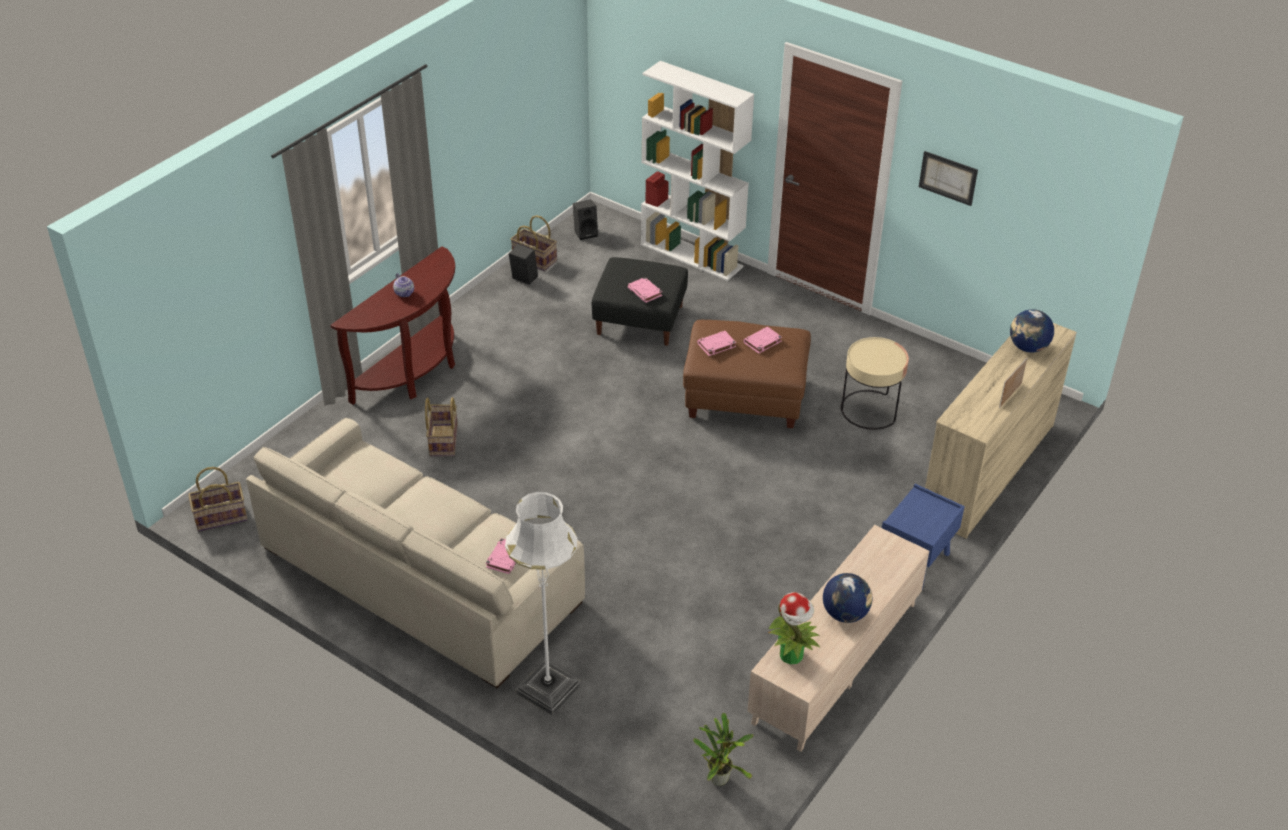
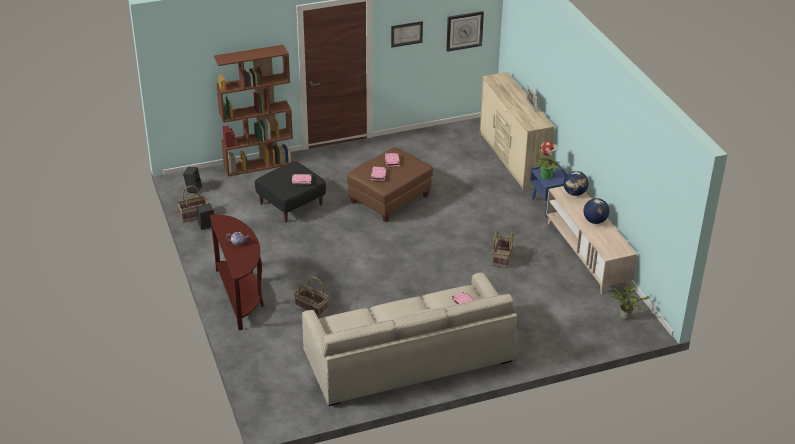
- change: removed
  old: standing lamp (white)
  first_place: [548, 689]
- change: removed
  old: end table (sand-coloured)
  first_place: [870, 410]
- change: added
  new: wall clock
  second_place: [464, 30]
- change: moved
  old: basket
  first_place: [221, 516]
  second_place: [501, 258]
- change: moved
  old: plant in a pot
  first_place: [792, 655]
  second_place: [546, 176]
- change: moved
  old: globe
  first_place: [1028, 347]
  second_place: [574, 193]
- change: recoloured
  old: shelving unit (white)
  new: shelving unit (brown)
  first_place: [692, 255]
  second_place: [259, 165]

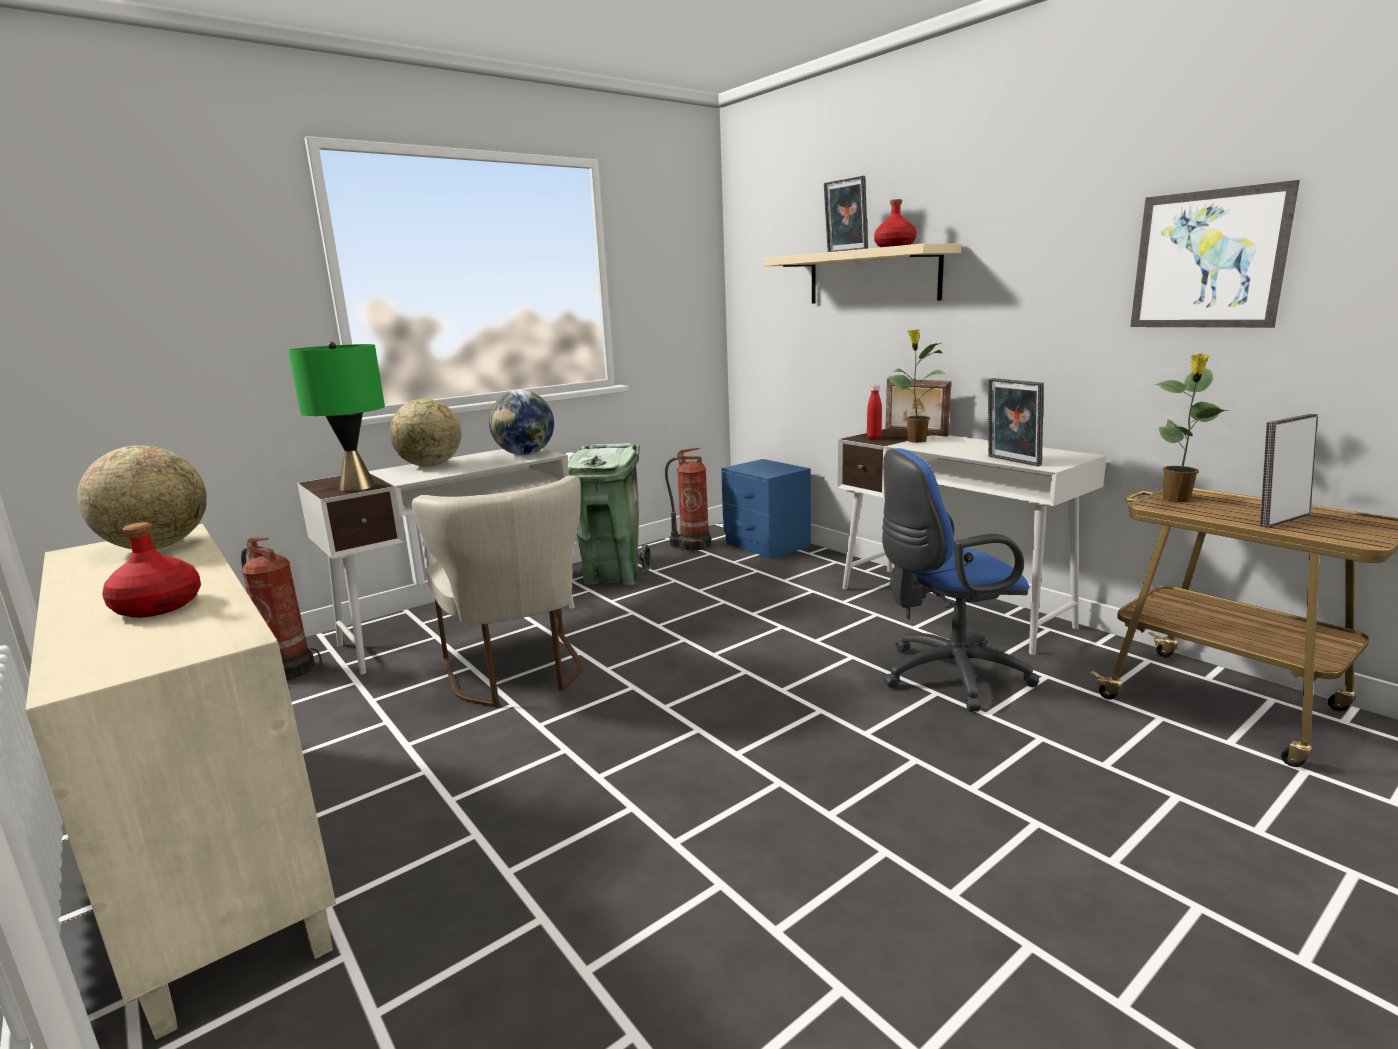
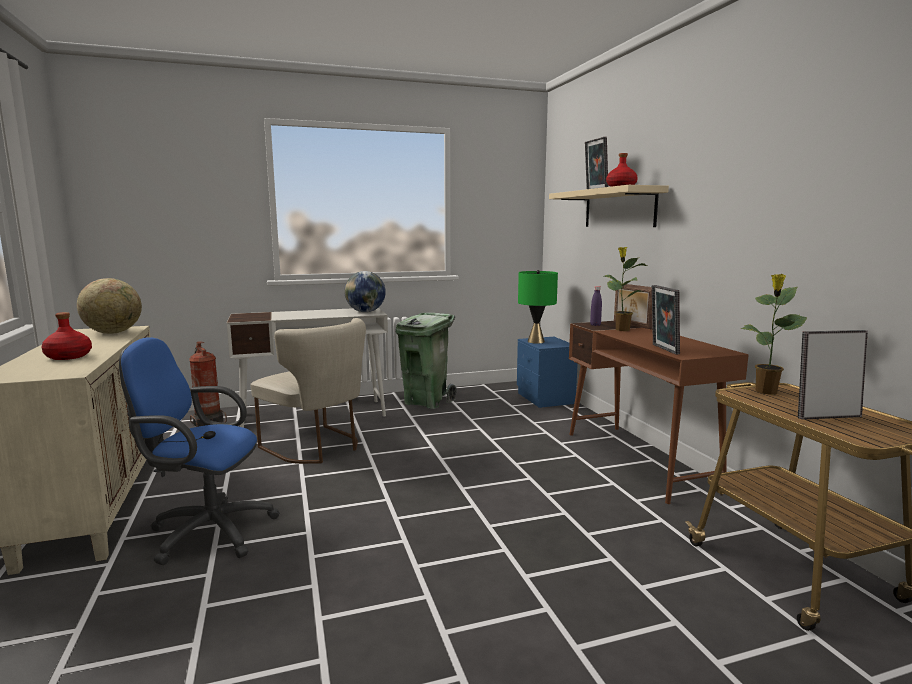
- change: removed
  old: globe
  first_place: [431, 465]
- change: removed
  old: fire extinguisher
  first_place: [693, 545]
- change: removed
  old: wall picture
  first_place: [1208, 260]
- change: moved
  old: table lamp (greenish)
  first_place: [356, 487]
  second_place: [535, 341]
- change: moved
  old: computer chair (blue-coloured)
  first_place: [946, 676]
  second_place: [206, 532]
- change: recoloured
  old: desk (white)
  new: desk (brown)
  first_place: [952, 607]
  second_place: [639, 460]
- change: recoloured
  old: beverage bottle (red)
  new: beverage bottle (purple-coloured)
  first_place: [873, 438]
  second_place: [595, 325]
- change: turned
  old: plain chair (sand-coloured)
  first_place: [518, 674]
  second_place: [318, 447]
  degrees: -45

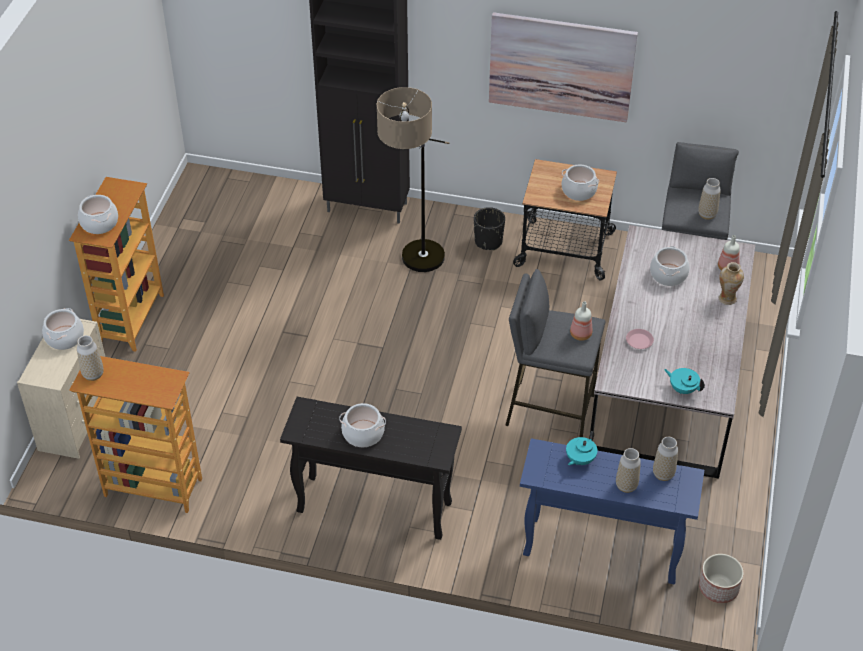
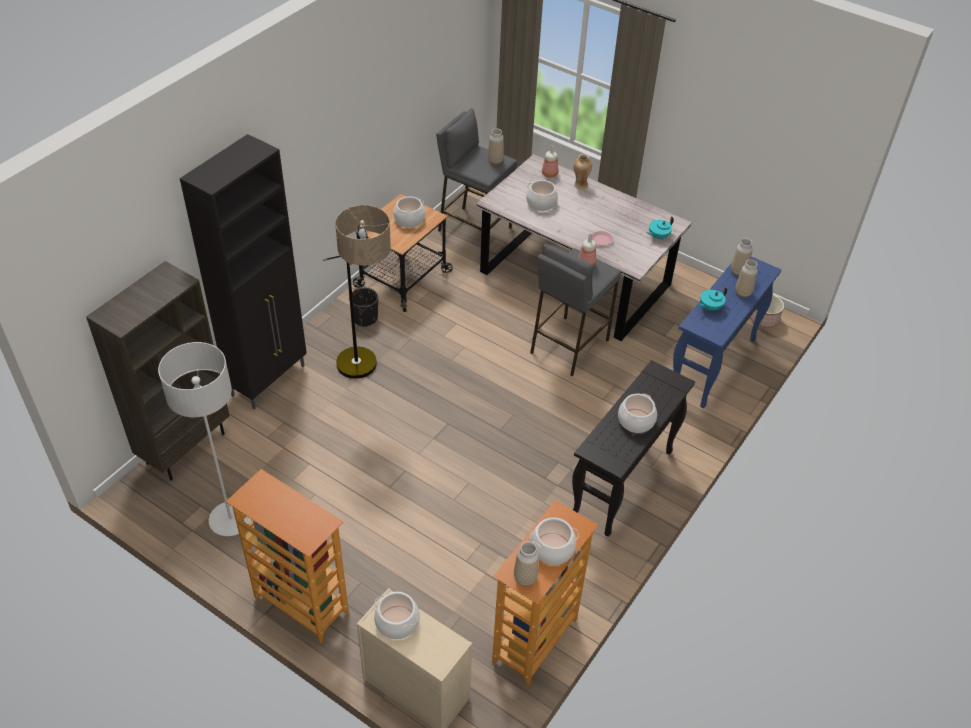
- change: removed
  old: wall picture
  first_place: [561, 66]
- change: added
  new: shelving unit (brown)
  second_place: [185, 447]
- change: added
  new: standing lamp (gray)
  second_place: [230, 520]
- change: moved
  old: cooking pot
  first_place: [99, 223]
  second_place: [552, 549]
- change: turned
  old: tea pot (turquoise)
  first_place: [579, 459]
  second_place: [710, 307]
  degrees: 90

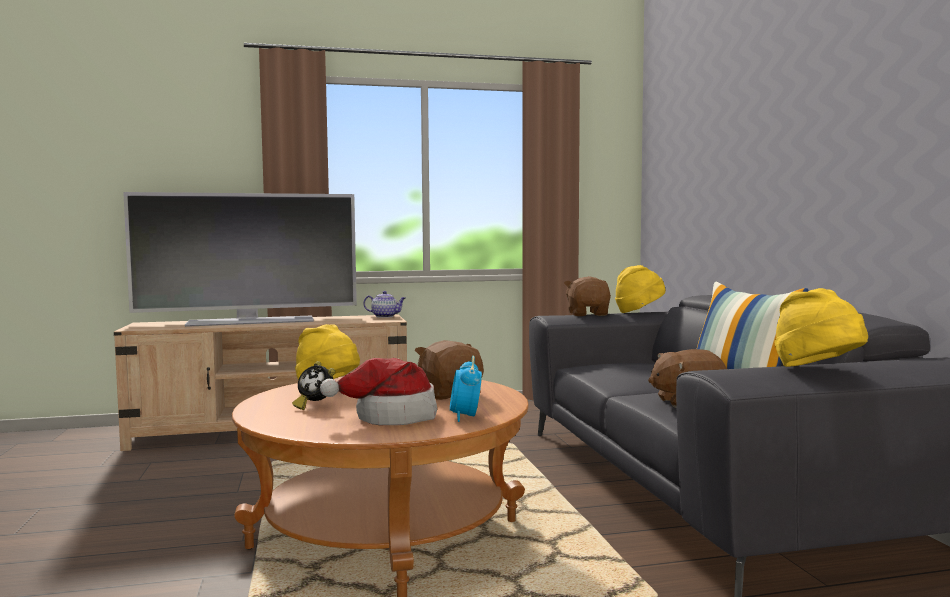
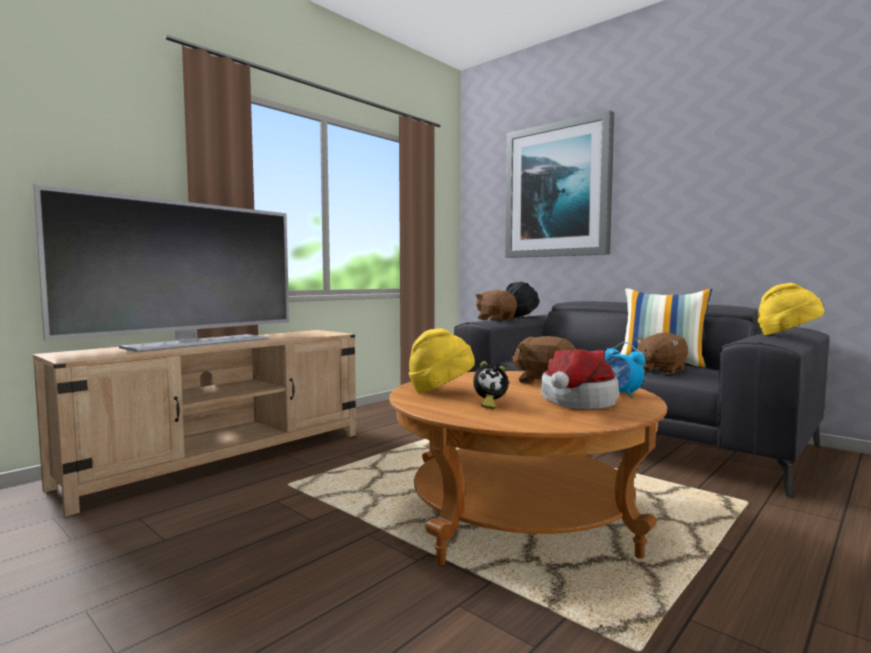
- change: removed
  old: tea pot
  first_place: [385, 316]
- change: added
  new: wall picture
  second_place: [558, 191]
- change: recoloured
  old: clothing hat (yellow-coloured)
  new: clothing hat (blackish)
  first_place: [639, 312]
  second_place: [520, 317]

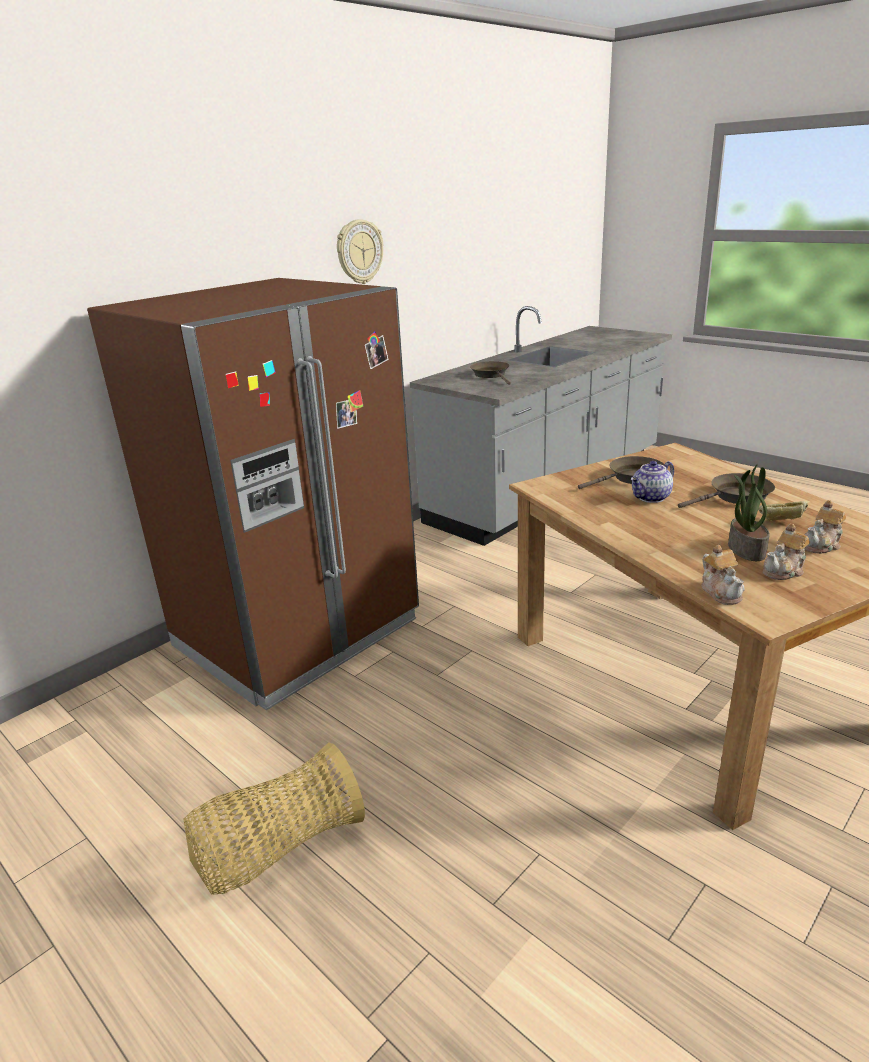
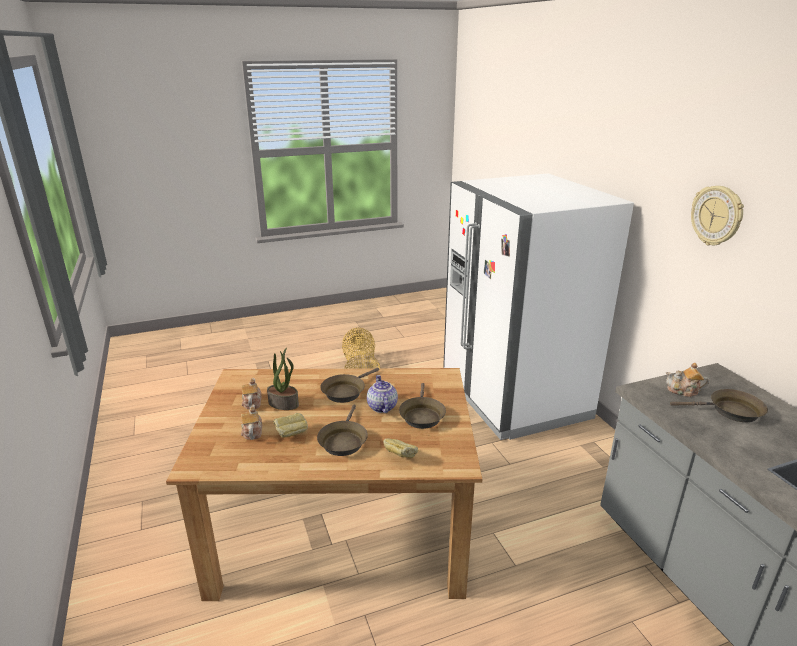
- change: added
  new: skillet (brown)
  second_place: [345, 391]
- change: added
  new: baked bread
  second_place: [400, 457]
- change: moved
  old: tea pot
  first_place: [721, 592]
  second_place: [683, 391]
- change: recoloured
  old: kitchen fridge (brown)
  new: kitchen fridge (white)
  first_place: [298, 633]
  second_place: [514, 397]

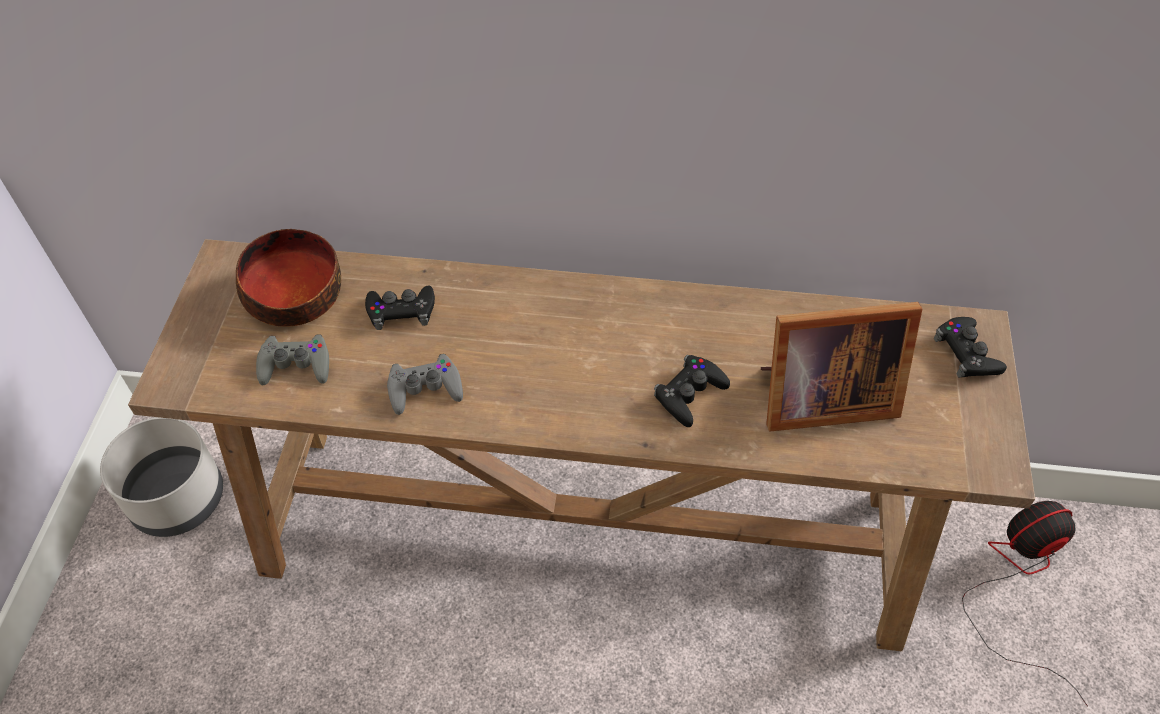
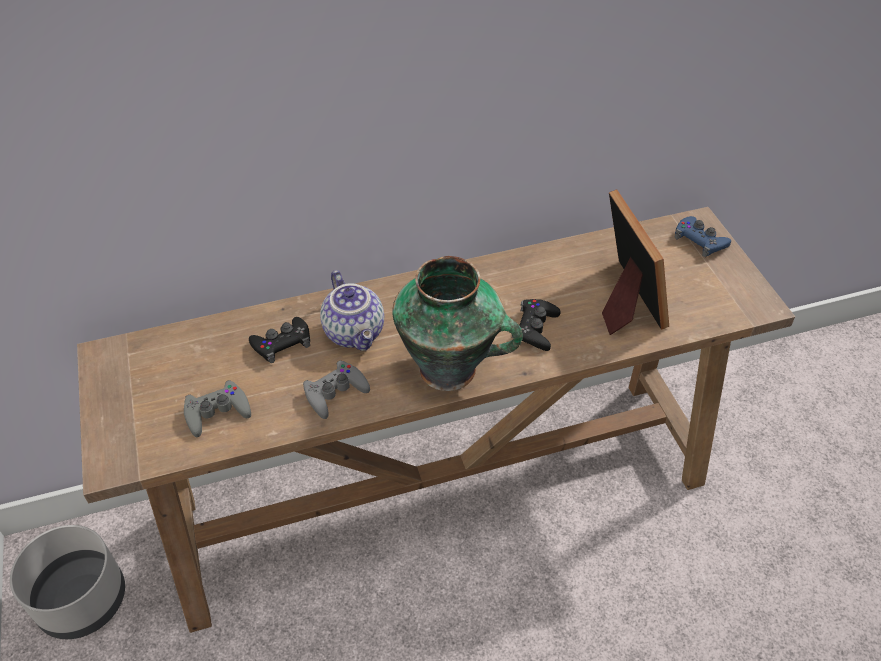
- change: removed
  old: deep dish
  first_place: [294, 294]
- change: removed
  old: cooling fan
  first_place: [1019, 581]
- change: added
  new: tea pot
  second_place: [356, 332]
- change: added
  new: vase
  second_place: [451, 370]
- change: recoloured
  old: joypad (blackish)
  new: joypad (blue-coloured)
  first_place: [966, 353]
  second_place: [700, 241]
- change: turned
  old: picture frame
  first_place: [819, 398]
  second_place: [624, 301]
  degrees: -75

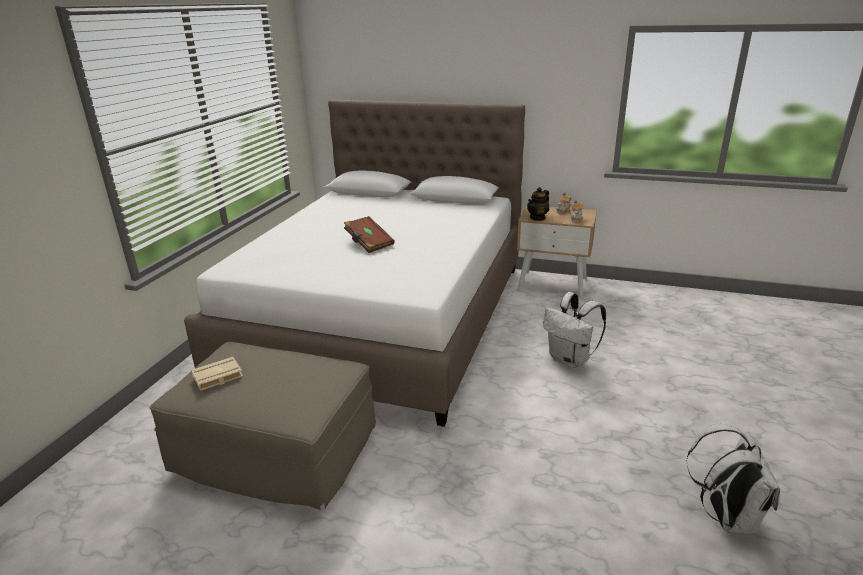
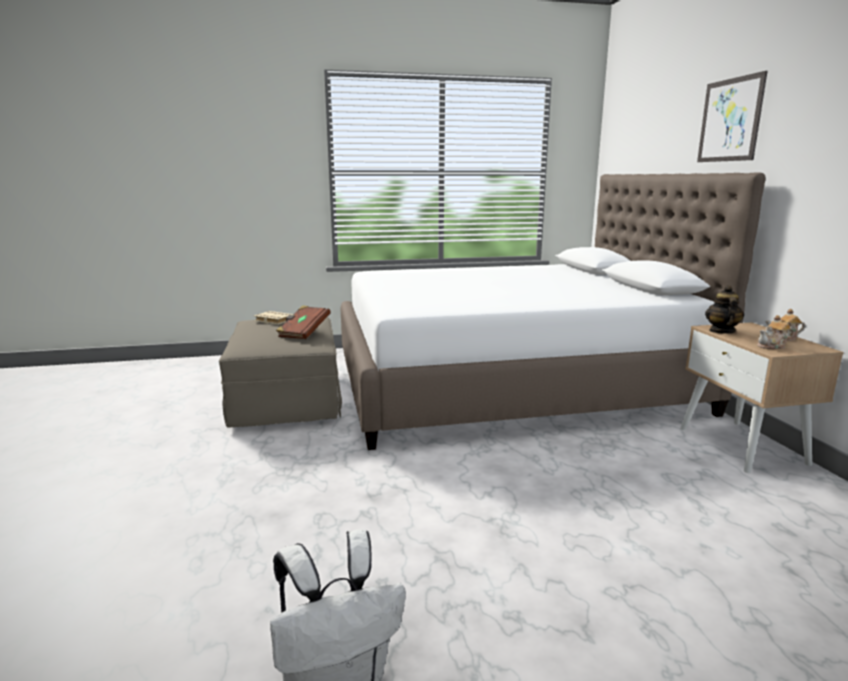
- change: removed
  old: knapsack (white)
  first_place: [570, 359]
- change: added
  new: wall picture
  second_place: [730, 120]
- change: moved
  old: bound book (brown)
  first_place: [368, 243]
  second_place: [303, 332]
- change: turned
  old: tea pot
  first_place: [537, 218]
  second_place: [721, 331]
  degrees: 90

